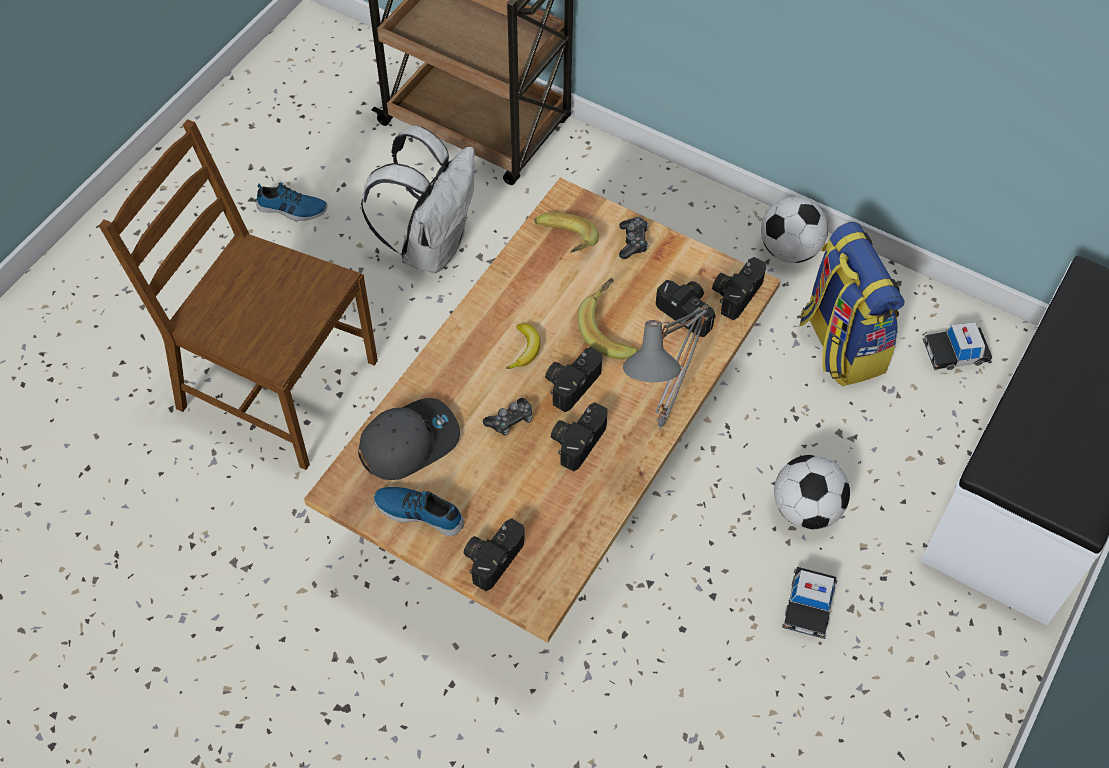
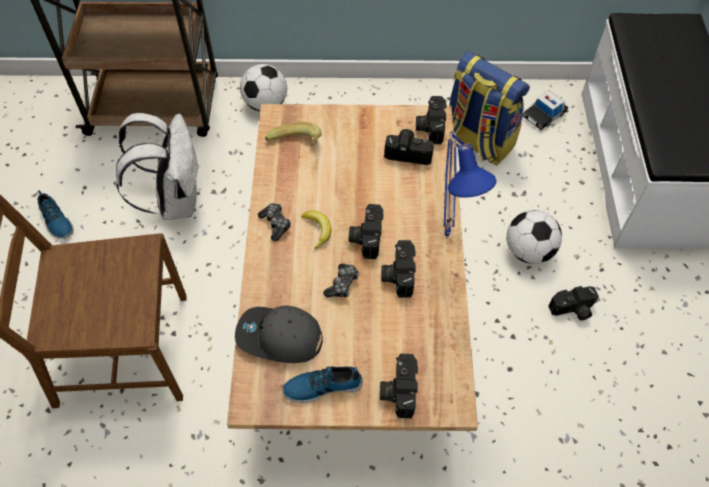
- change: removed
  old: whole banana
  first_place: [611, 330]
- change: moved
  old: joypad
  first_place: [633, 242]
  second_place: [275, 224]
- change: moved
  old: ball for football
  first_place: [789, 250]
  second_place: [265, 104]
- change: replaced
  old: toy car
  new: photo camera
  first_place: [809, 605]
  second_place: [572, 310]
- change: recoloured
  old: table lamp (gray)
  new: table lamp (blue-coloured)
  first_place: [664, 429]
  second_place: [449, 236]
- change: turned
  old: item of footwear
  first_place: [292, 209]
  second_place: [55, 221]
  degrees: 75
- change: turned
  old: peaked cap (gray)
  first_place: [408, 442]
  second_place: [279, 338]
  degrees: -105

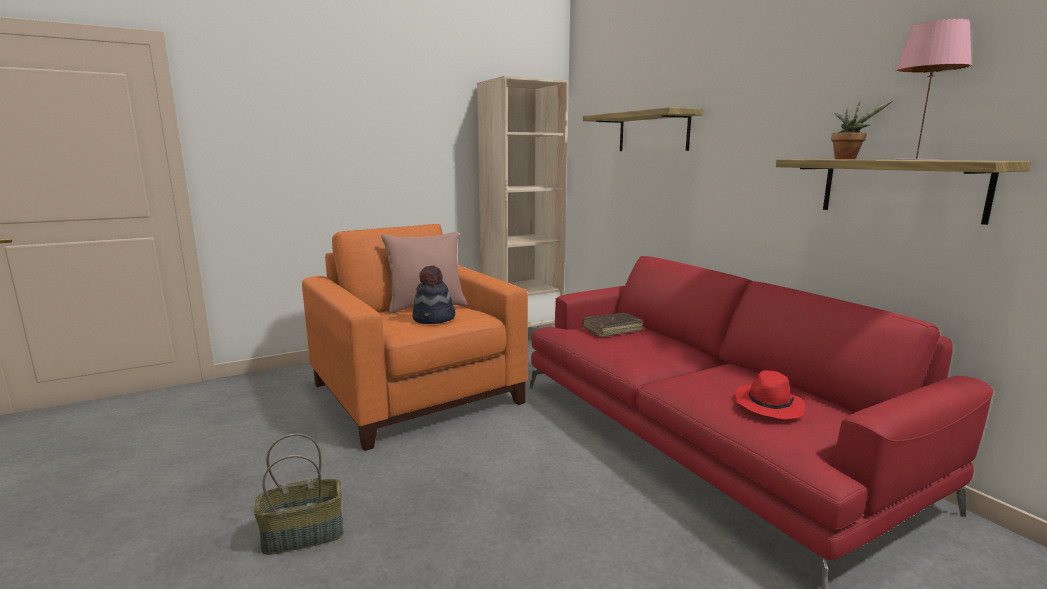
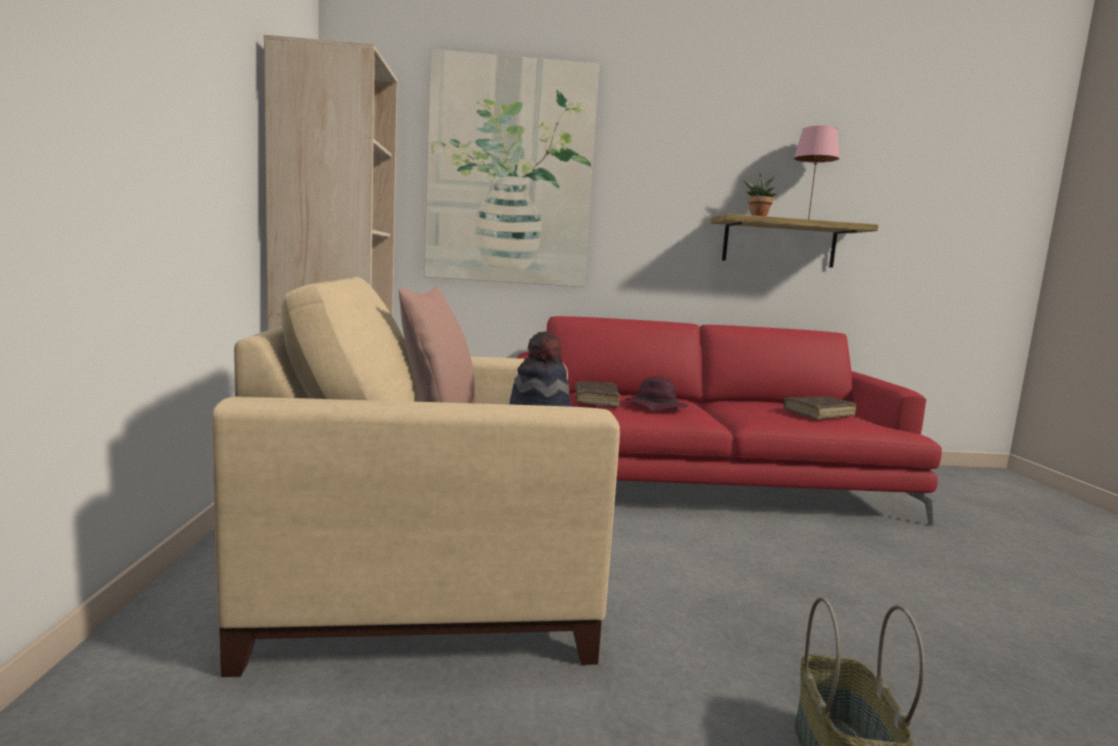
- change: added
  new: clothing hat (purple-coloured)
  second_place: [654, 407]
- change: replaced
  old: shelf
  new: wall picture
  first_place: [653, 132]
  second_place: [510, 173]
- change: replaced
  old: clothing hat (red)
  new: bound book (brown)
  first_place: [767, 406]
  second_place: [818, 414]
- change: recoloured
  old: armchair (orange-coloured)
  new: armchair (sand-coloured)
  first_place: [418, 394]
  second_place: [434, 579]

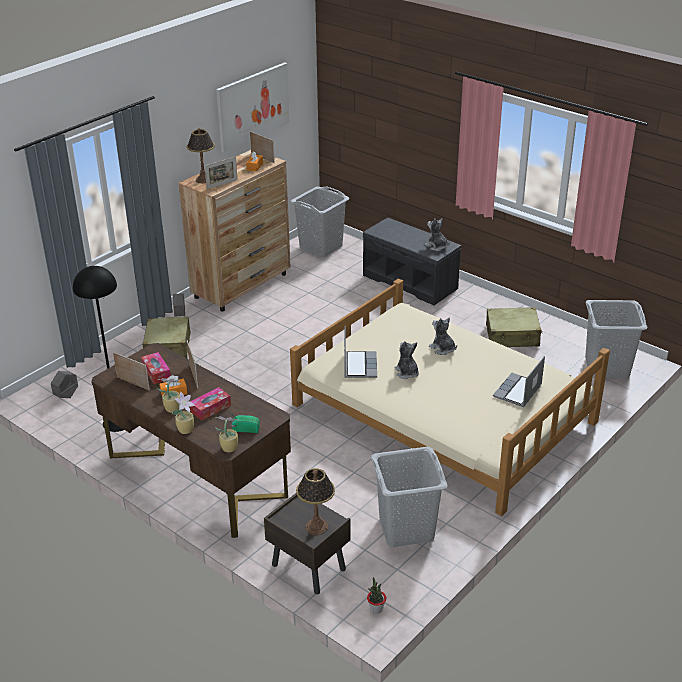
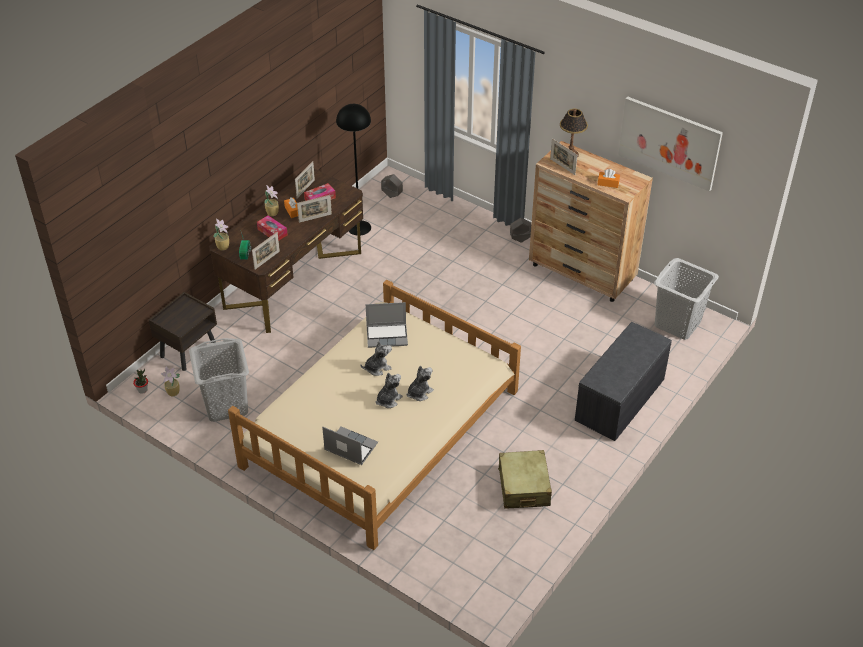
- change: removed
  old: travel case (sand-coloured)
  first_place: [168, 347]
- change: removed
  old: table lamp
  first_place: [316, 527]
- change: removed
  old: hamper (gray)
  first_place: [607, 368]
- change: moved
  old: plant in a pot
  first_place: [186, 429]
  second_place: [173, 393]
- change: moved
  old: picture frame
  first_place: [262, 158]
  second_place: [267, 260]
- change: moved
  old: plush toy
  first_place: [436, 246]
  second_place: [388, 400]

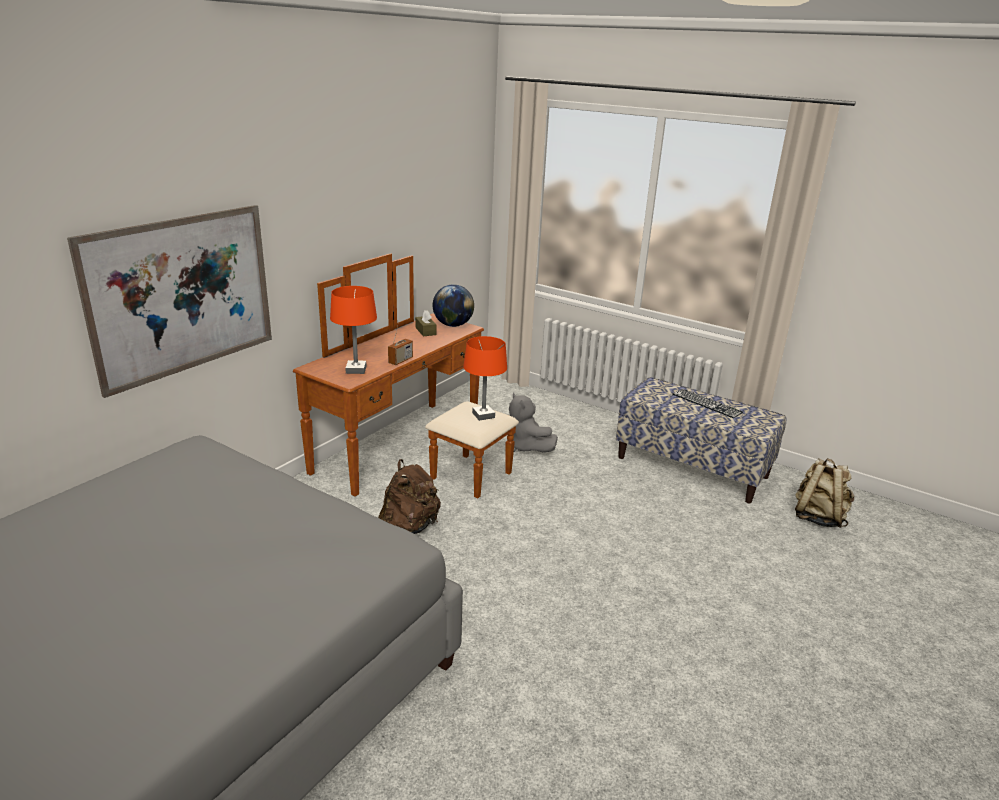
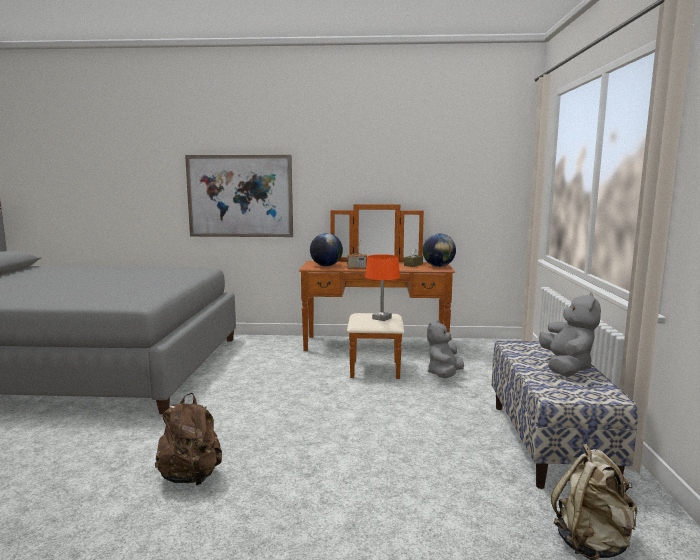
- change: moved
  old: knapsack (brown)
  first_place: [409, 527]
  second_place: [191, 477]
- change: replaced
  old: table lamp (orange-coloured)
  new: globe
  first_place: [355, 370]
  second_place: [326, 266]
- change: replaced
  old: PC keyboard
  new: plush toy (gray)
  first_place: [707, 403]
  second_place: [566, 367]

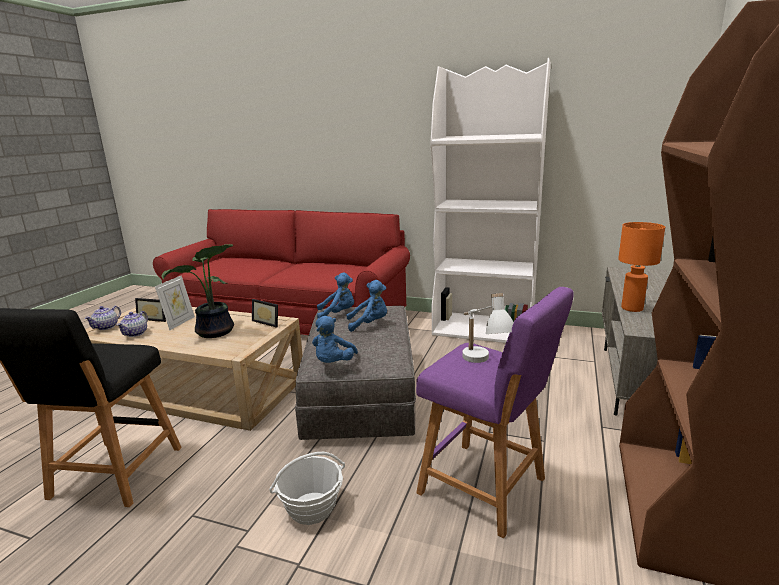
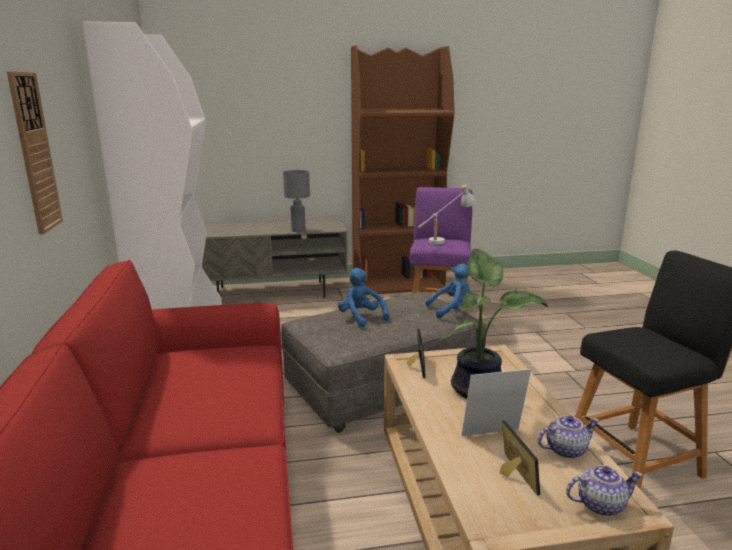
- change: removed
  old: basket
  first_place: [311, 508]
- change: removed
  old: plush toy (blue-coloured)
  first_place: [338, 314]
- change: added
  new: wall clock
  second_place: [34, 153]
- change: recoloured
  old: table lamp (orange-coloured)
  new: table lamp (gray)
  first_place: [632, 308]
  second_place: [298, 230]

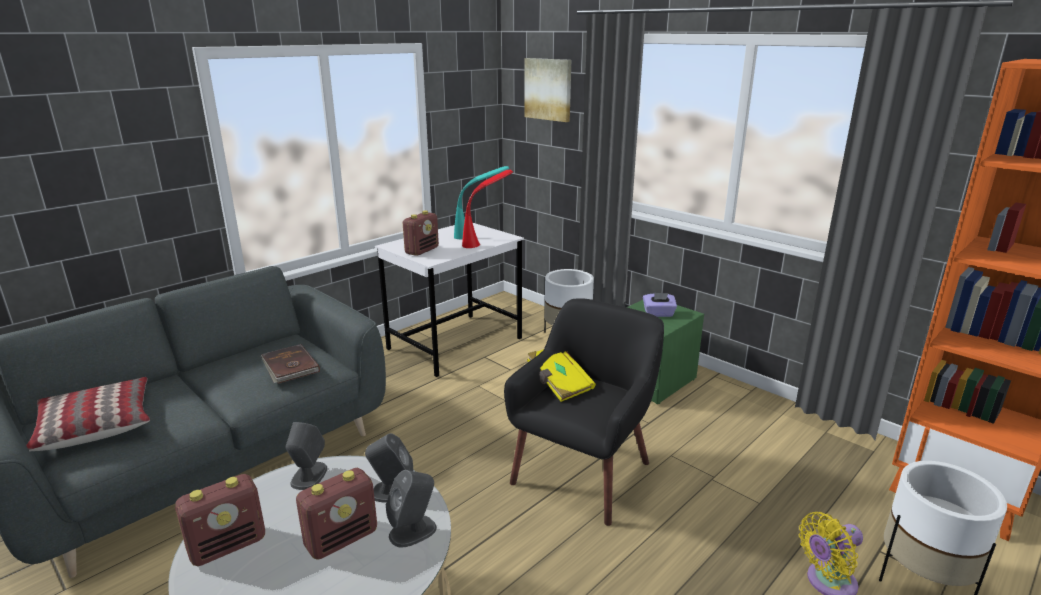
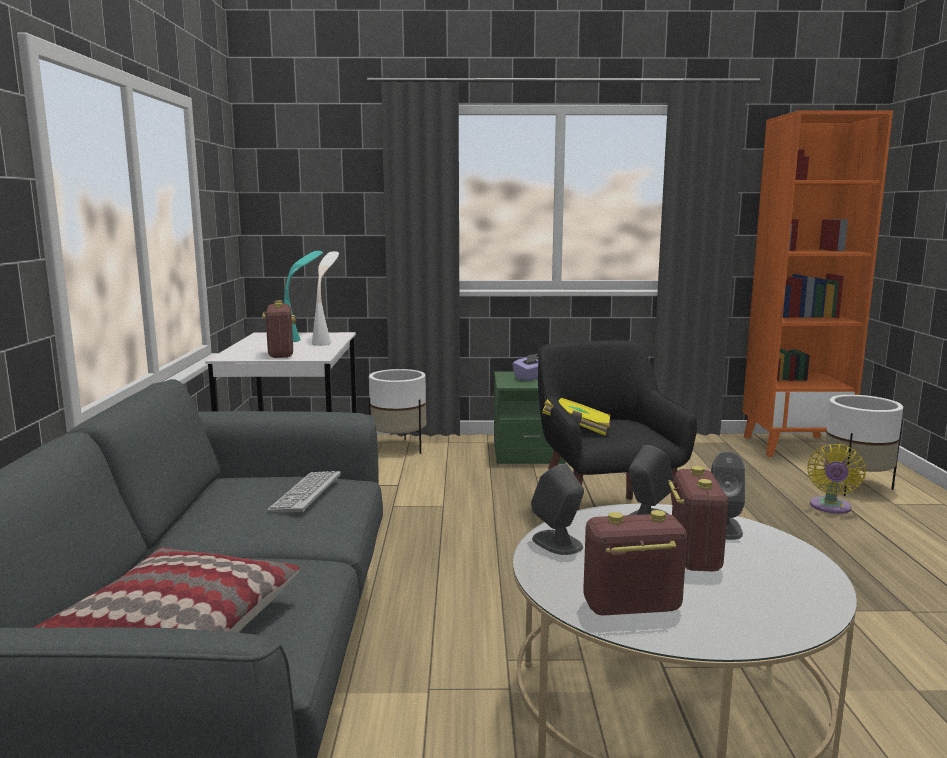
- change: removed
  old: wall picture
  first_place: [548, 89]
- change: replaced
  old: bound book (brown)
  new: PC keyboard
  first_place: [289, 366]
  second_place: [305, 493]
- change: recoloured
  old: table lamp (red)
  new: table lamp (white)
  first_place: [488, 241]
  second_place: [328, 338]
- change: turned
  old: radio set
  first_place: [228, 545]
  second_place: [630, 607]
  degrees: -105

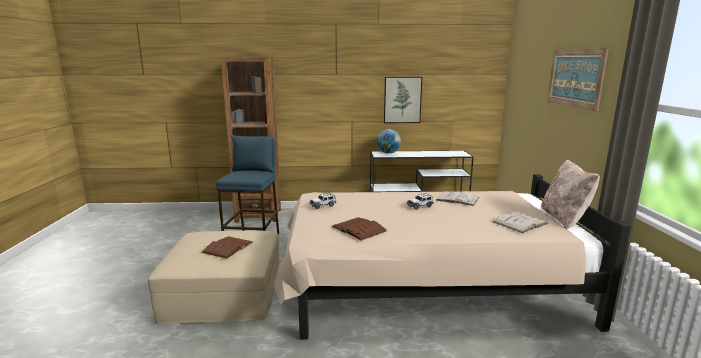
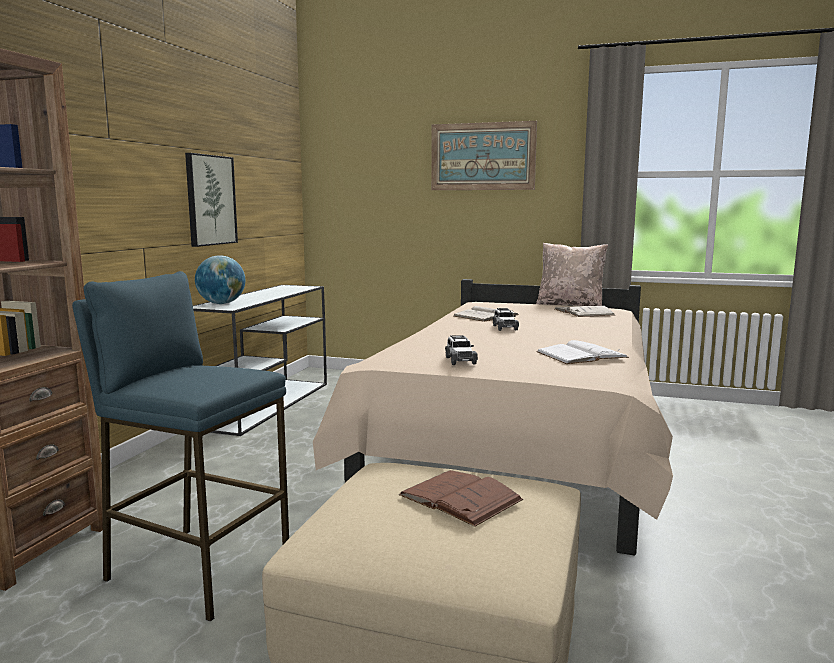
- change: recoloured
  old: bound book (brown)
  new: bound book (white)
  first_place: [359, 229]
  second_place: [581, 354]

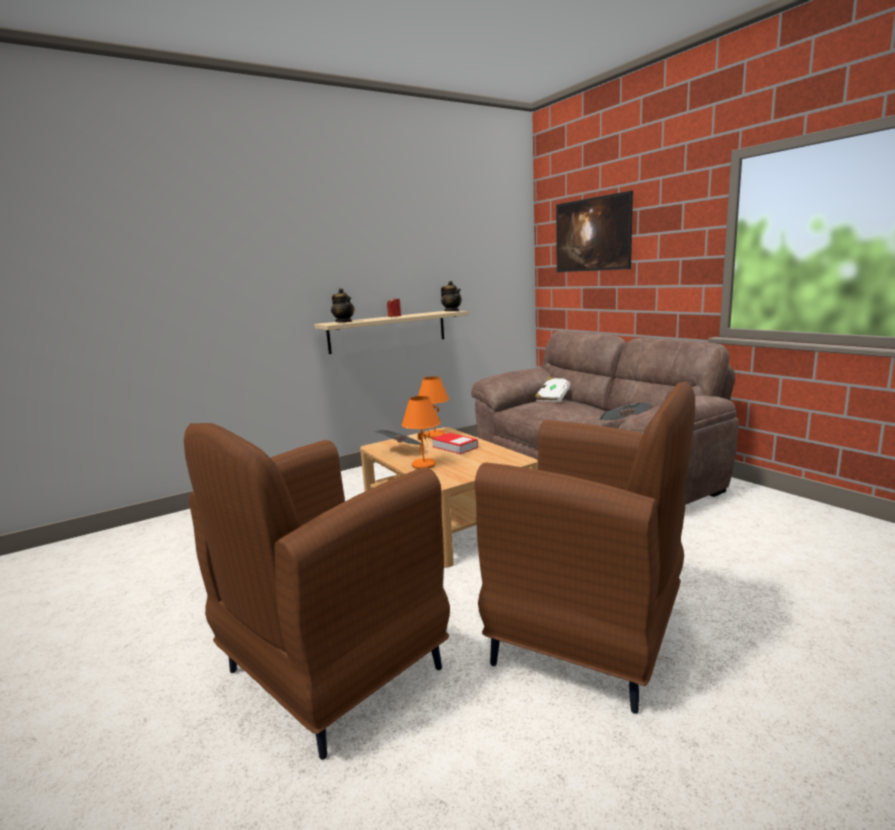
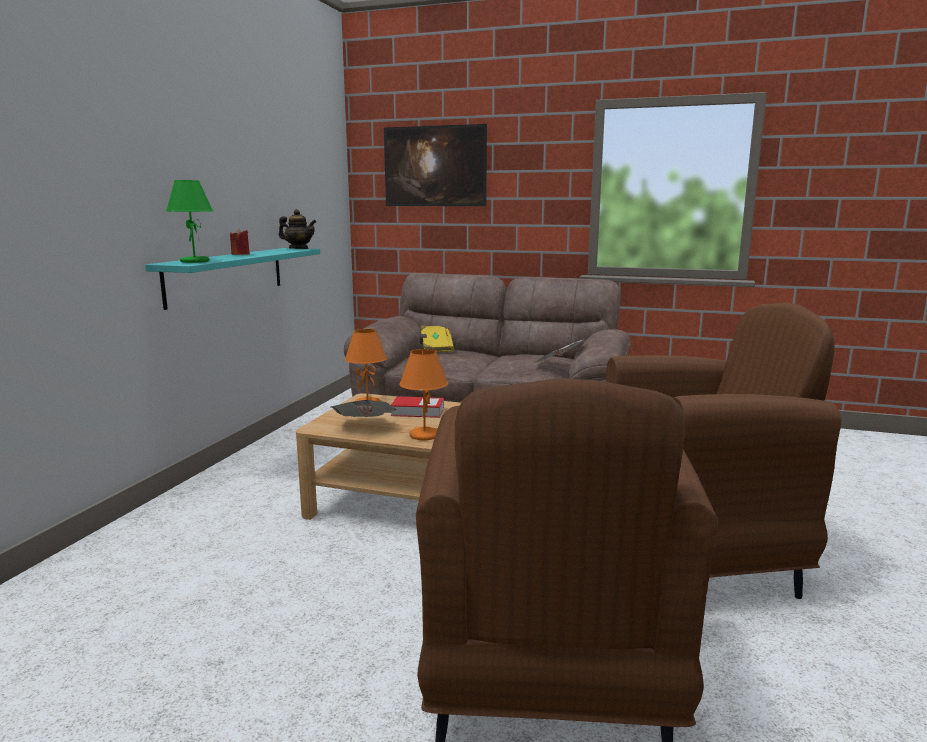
- change: replaced
  old: tea pot
  new: table lamp (greenish)
  first_place: [344, 322]
  second_place: [194, 261]
- change: recoloured
  old: shelf (sand-coloured)
  new: shelf (turquoise)
  first_place: [388, 331]
  second_place: [226, 275]
- change: recoloured
  old: bound book (white)
  new: bound book (yellow-coloured)
  first_place: [553, 398]
  second_place: [435, 348]

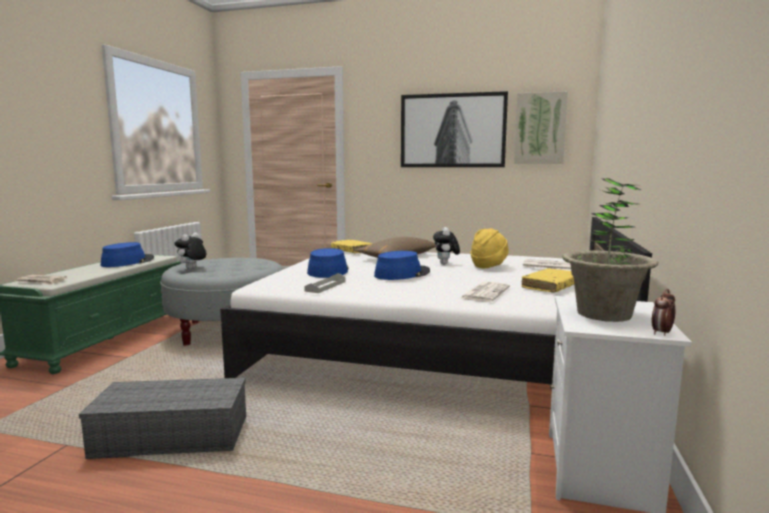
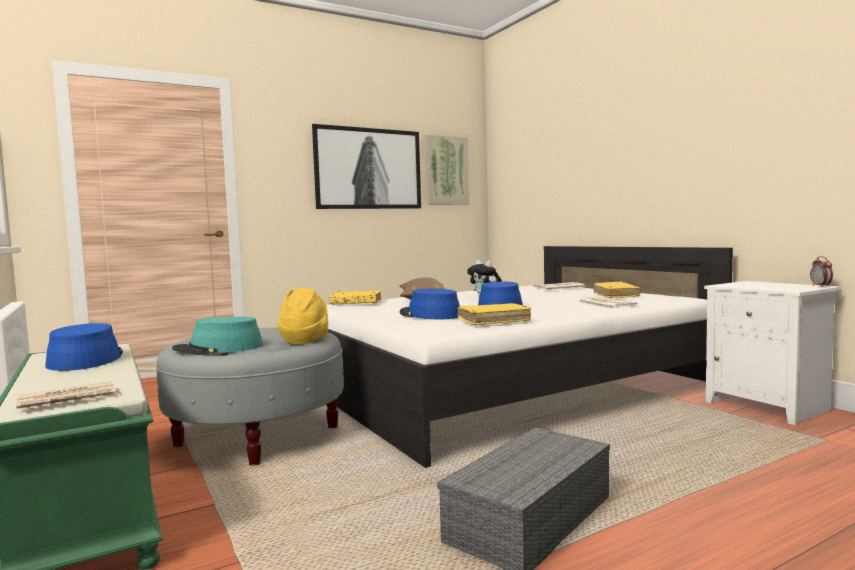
- change: removed
  old: plant in a pot
  first_place: [604, 314]
- change: moved
  old: clothing hat (yellow-coloured)
  first_place: [489, 266]
  second_place: [305, 340]
- change: replaced
  old: plush toy
  new: clothing hat (turquoise)
  first_place: [192, 268]
  second_place: [219, 349]
- change: replaced
  old: carrying tray (gray)
  new: bound book (yellow-coloured)
  first_place: [325, 286]
  second_place: [493, 321]

